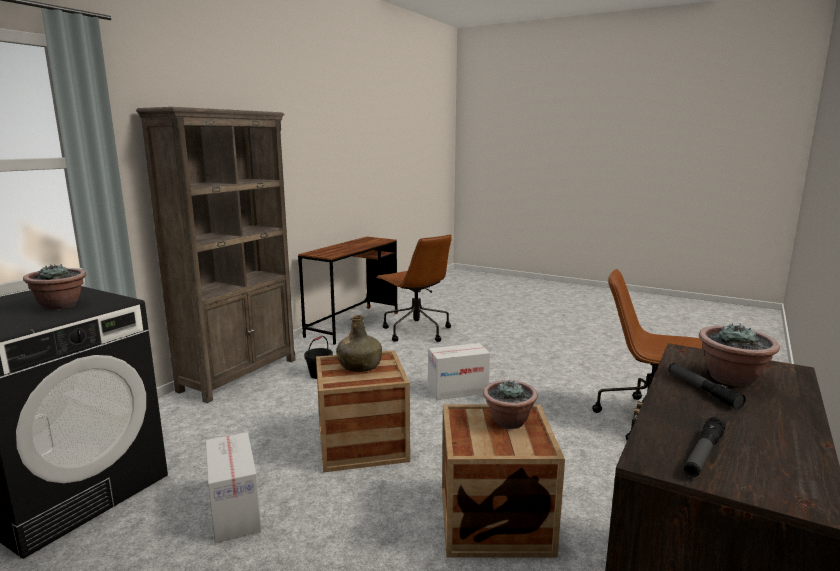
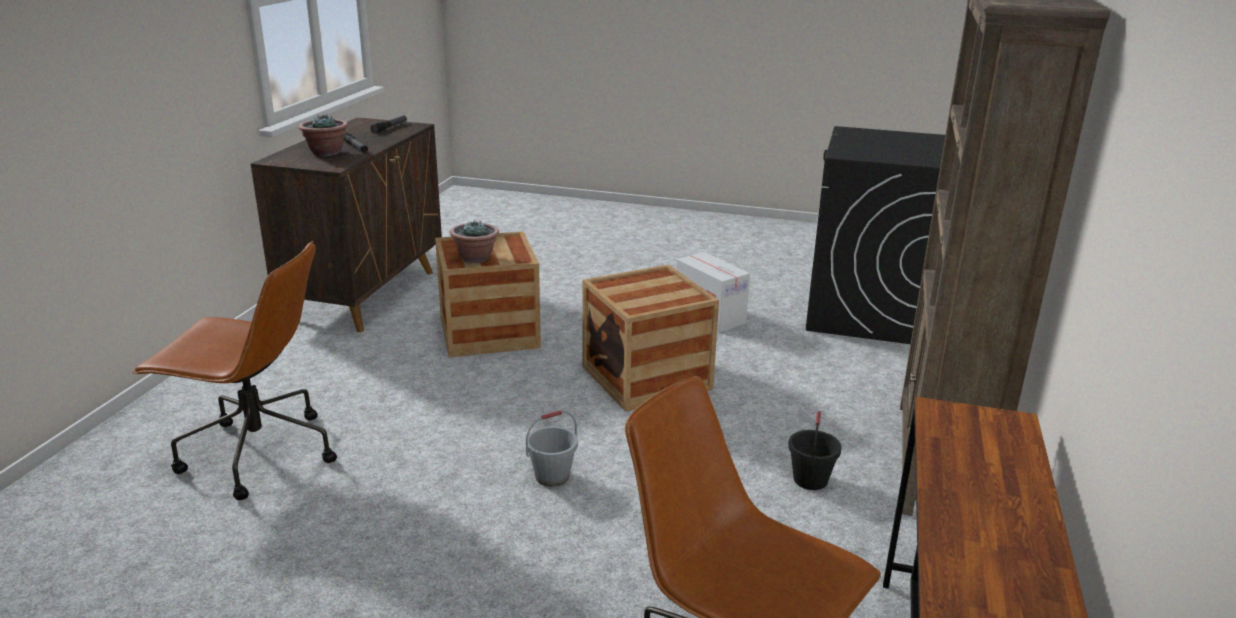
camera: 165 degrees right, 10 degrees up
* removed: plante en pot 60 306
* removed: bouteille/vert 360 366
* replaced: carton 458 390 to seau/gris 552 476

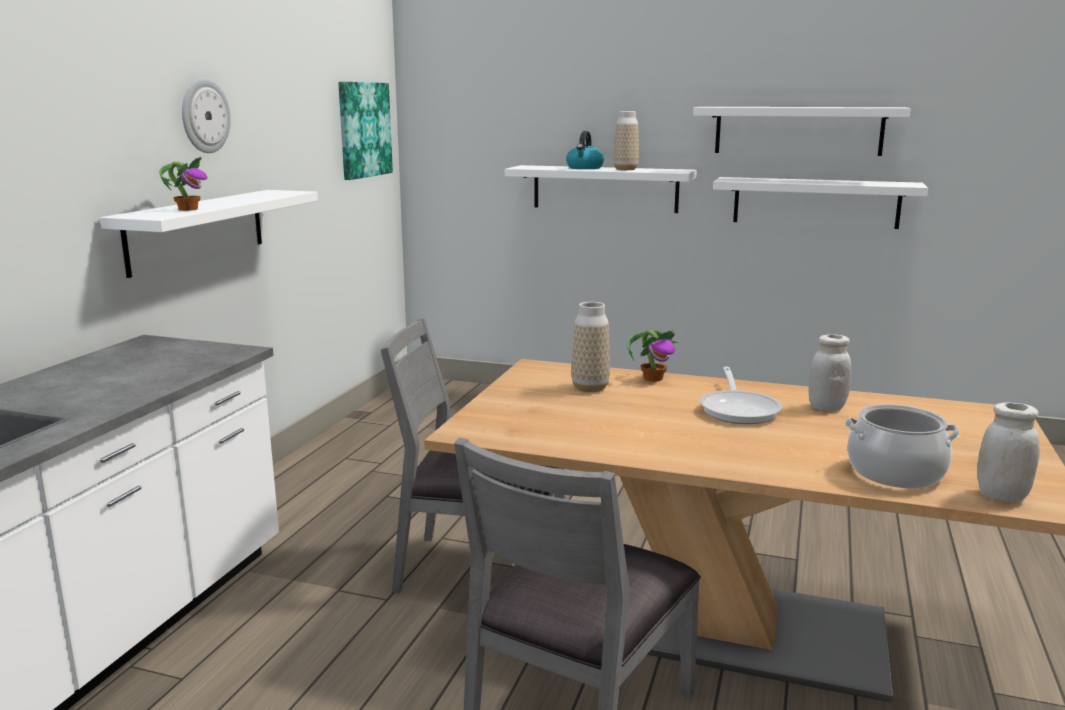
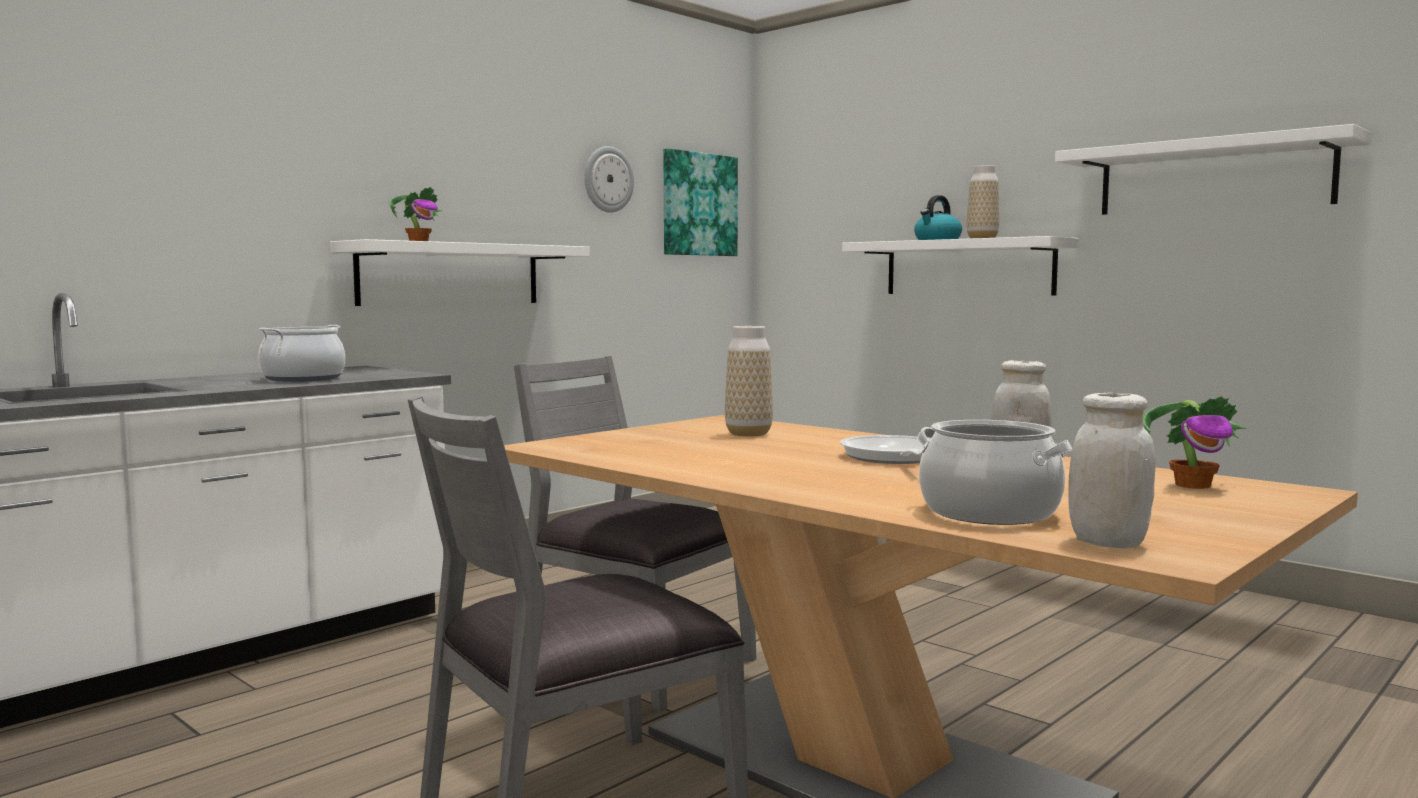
camera: 25 degrees right, 10 degrees down
* removed: étagère/blanc 815 202
* added: marmite 303 378
* moved: horloge murale 204 116 to 608 179
* moved: plante en pot 653 378 to 1193 485
* turned: poêle 739 409 = 894 458 150 degrees clockwise

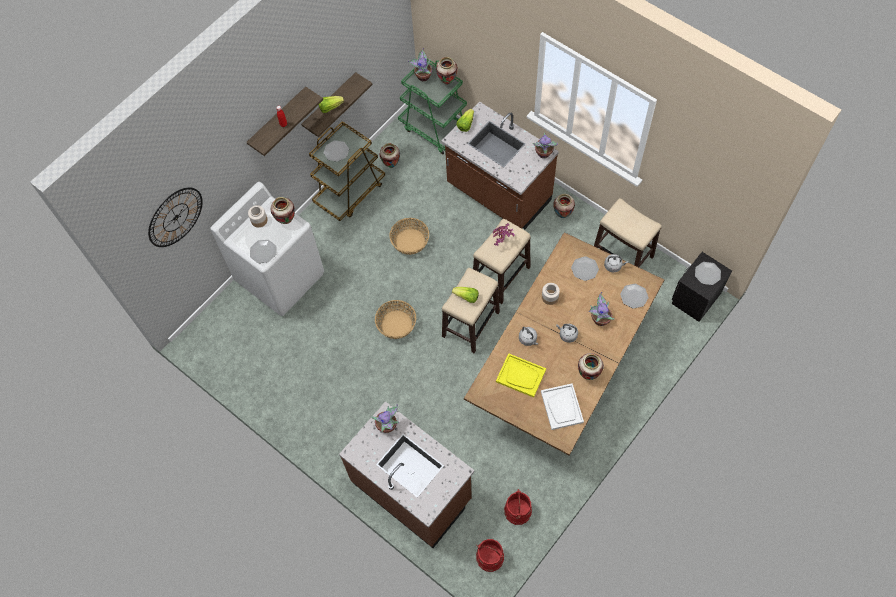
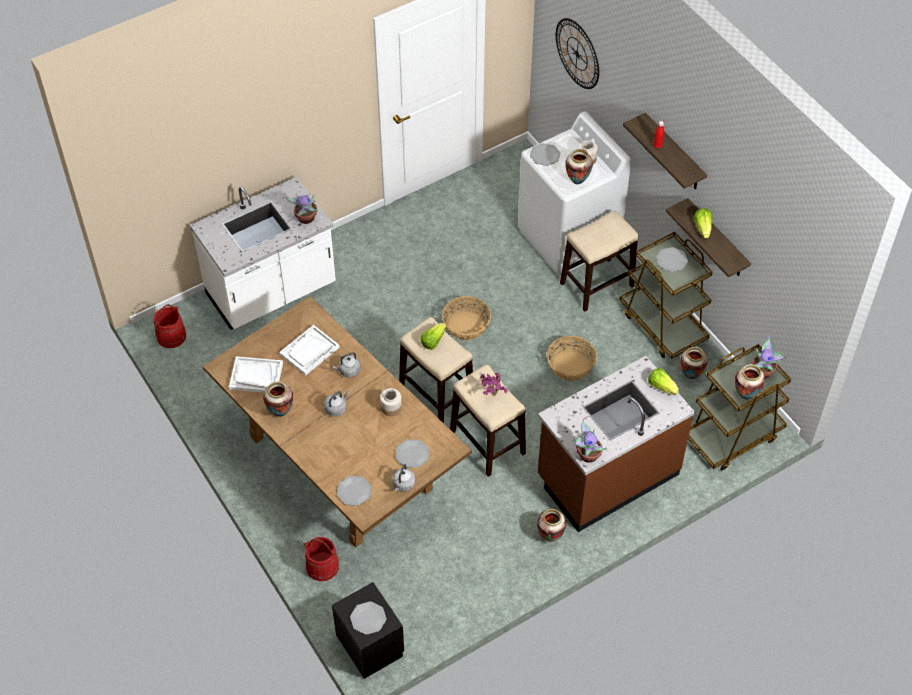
camera: 105 degrees right, 10 degrees down
* removed: plante en pot 599 319
* moved: seau/rouge 517 511 to 322 566
* moved: tabouret 623 256 to 596 285
* recoloured: comptoir de cuisine/marron 412 490 to comptoir de cuisine/blanc 271 292
* recoloured: chariot/vert 435 129 to chariot/marron 732 436
* recoloured: plateau/jaune 521 376 to plateau/blanc 309 351

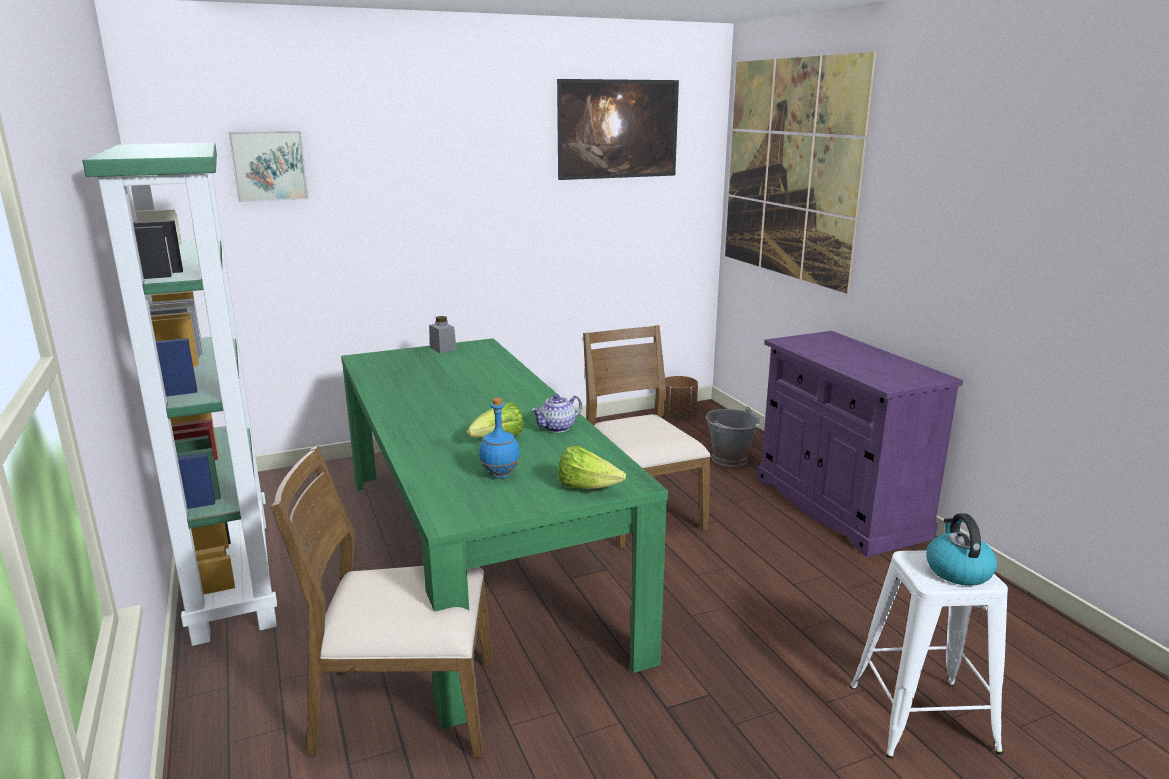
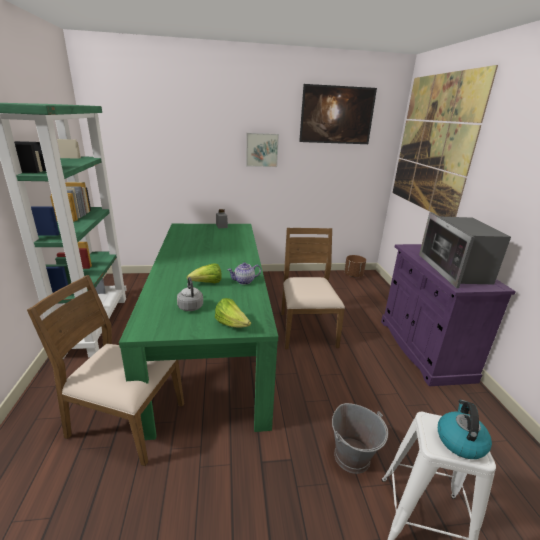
camera: 15 degrees right, 5 degrees up
* added: micro-ondes 455 270
* moved: tableau 269 166 to 262 150
* moved: seau/gris 730 459 to 352 456
* replaced: bouteille/bleu 499 475 to bouilloire/gris 190 306

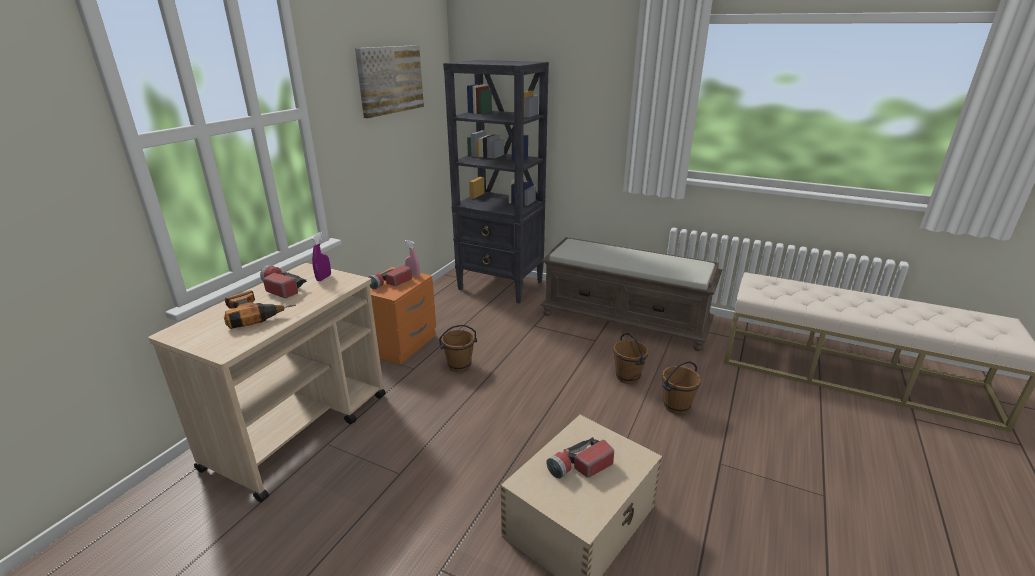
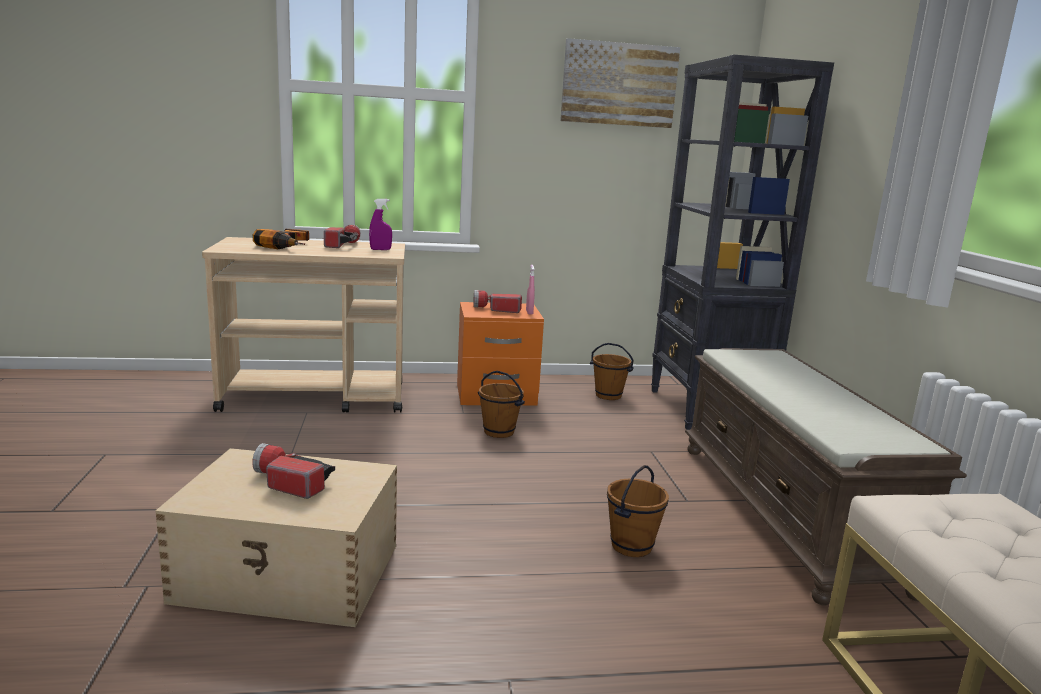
camera: 55 degrees right, 10 degrees down
* moved: seau/marron 676 406 to 608 395

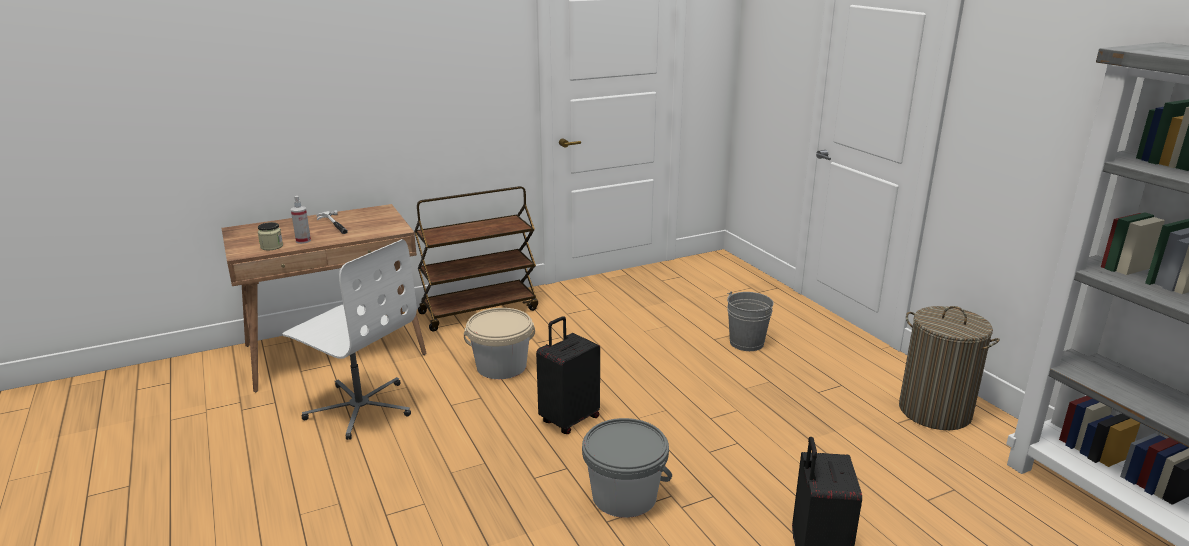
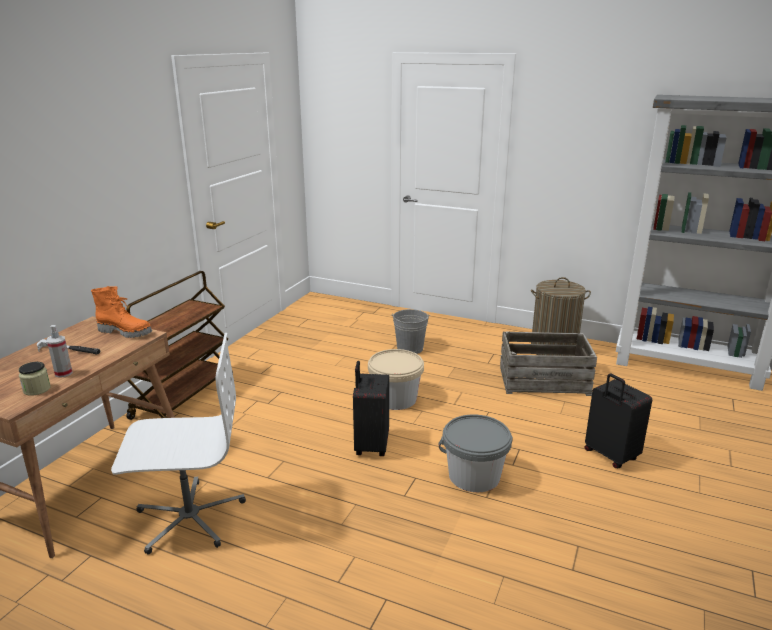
camera: 40 degrees left, 0 degrees up
* added: botte/orange 126 332
* added: caisse 544 380
* moved: seau/beige 501 366 to 395 399

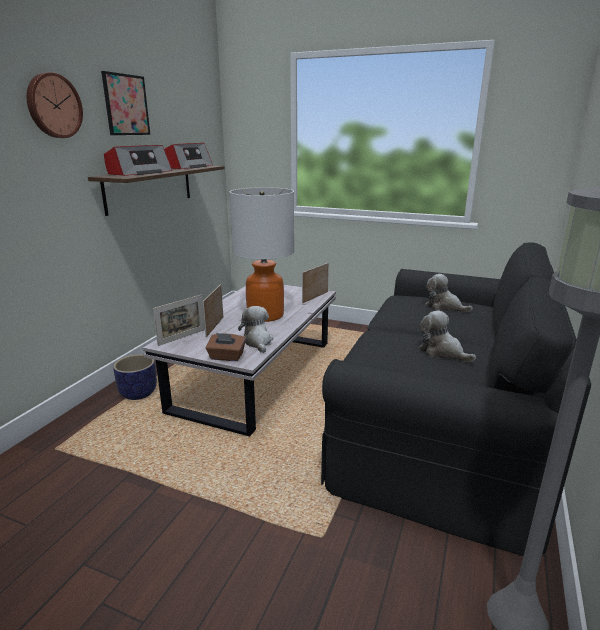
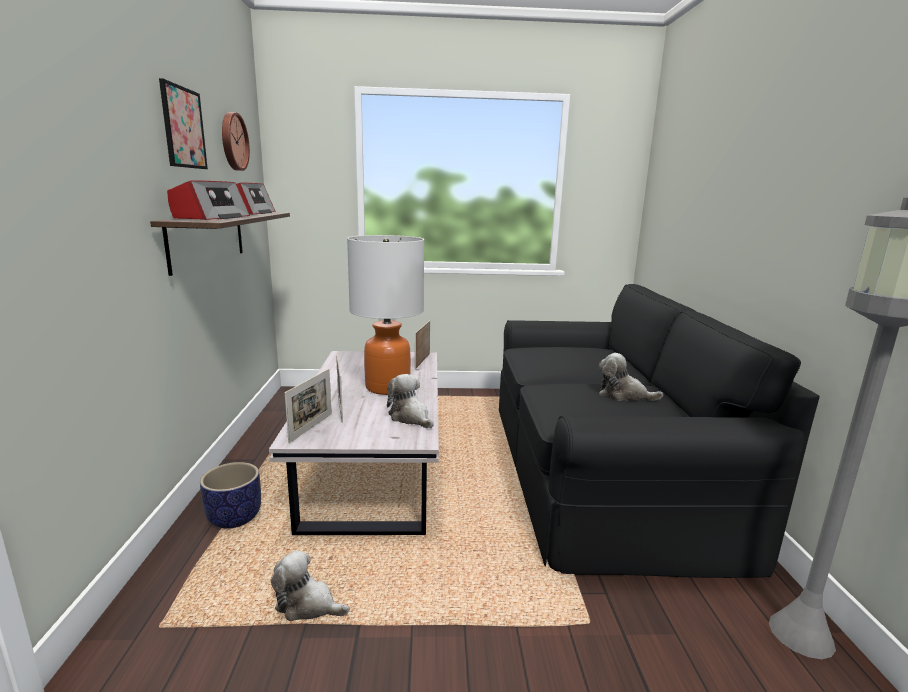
camera: 25 degrees left, 5 degrees down
* removed: boîte à mouchoirs/marron 226 357
* moved: horloge murale 53 106 to 233 141
* moved: peluche 444 307 to 307 605

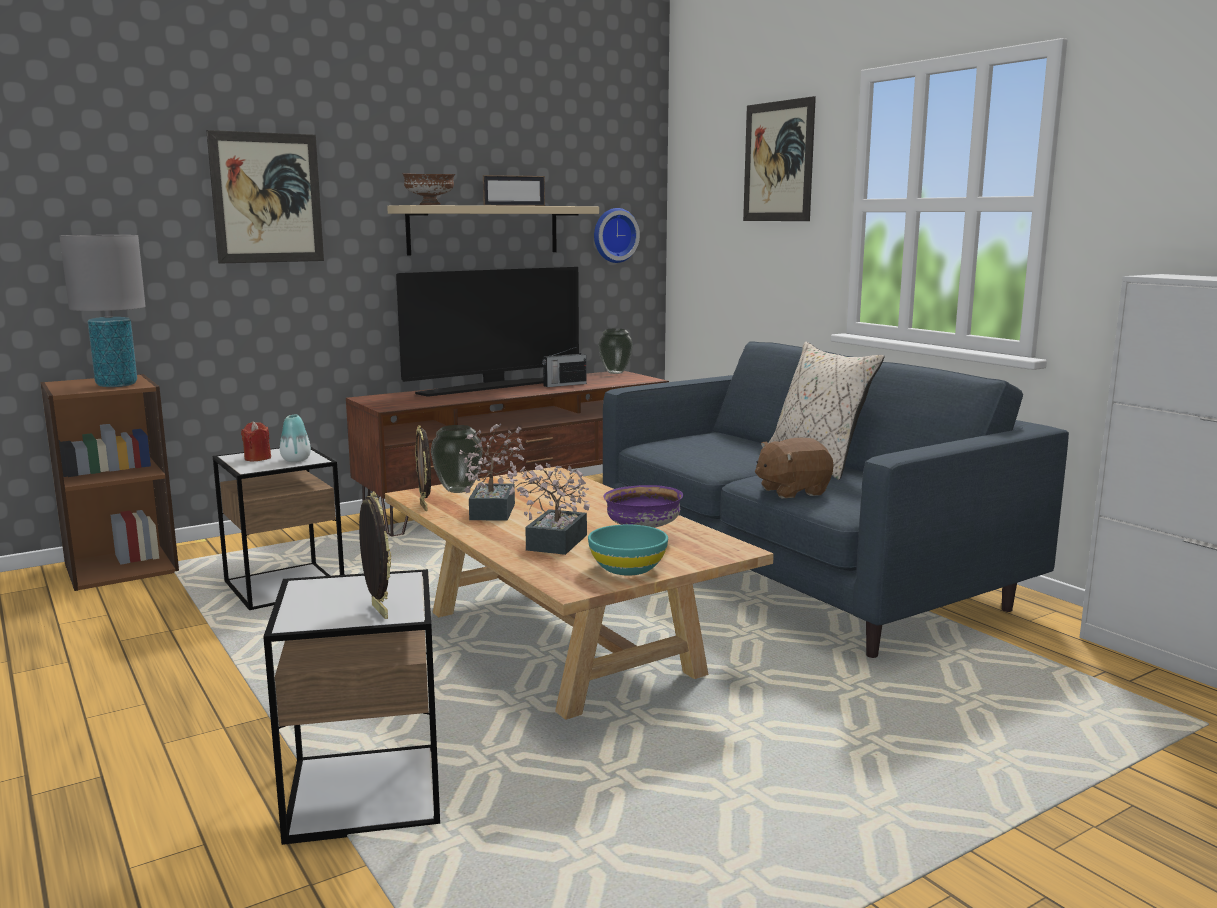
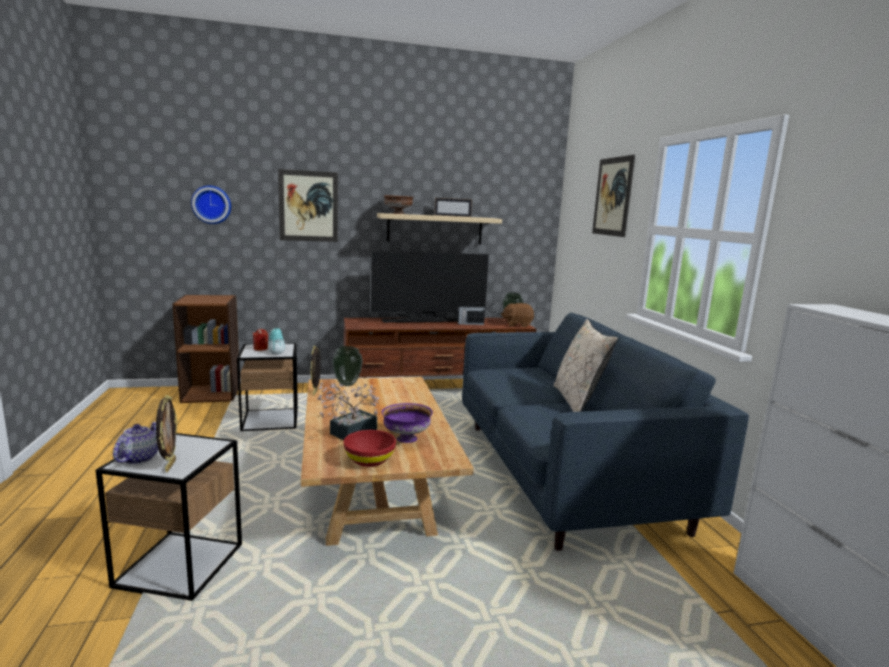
camera: 20 degrees right, 0 degrees up
* removed: lampe de table/gris 116 385
* removed: plante en pot 494 509
* added: théière 138 458
* moved: horloge murale 614 235 to 211 204
* moved: peluche/marron 792 491 to 517 325
* recoloured: bol/turquoise 627 568 to bol/rouge 369 460

